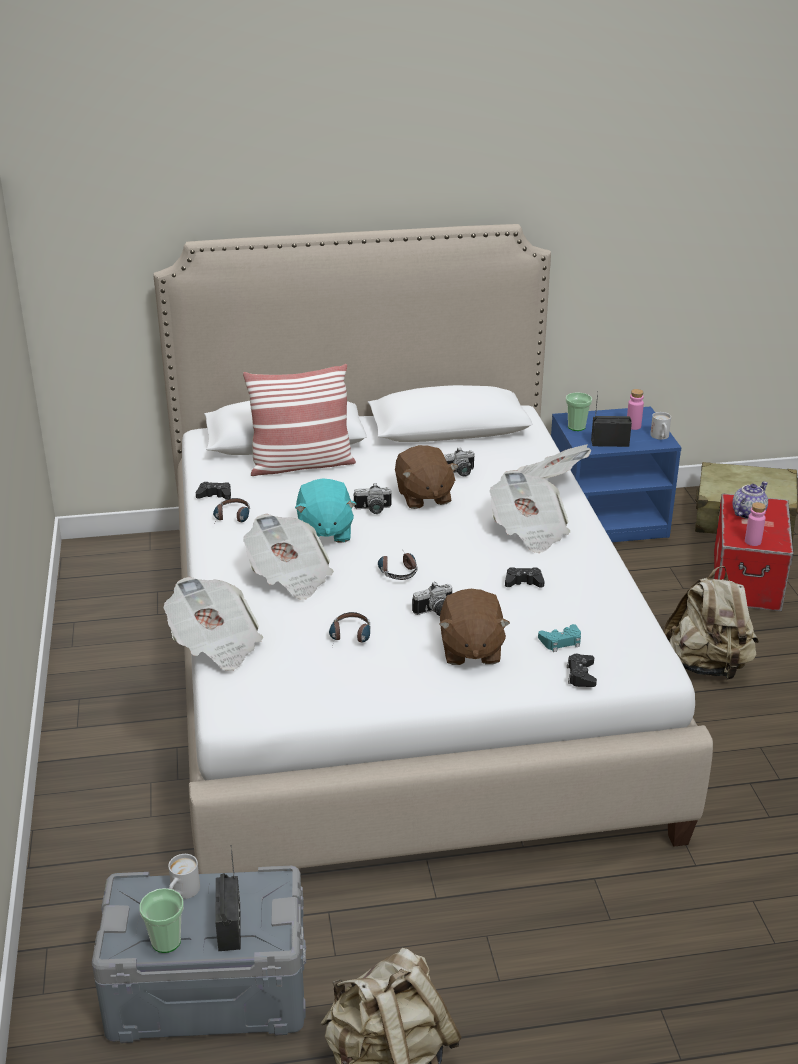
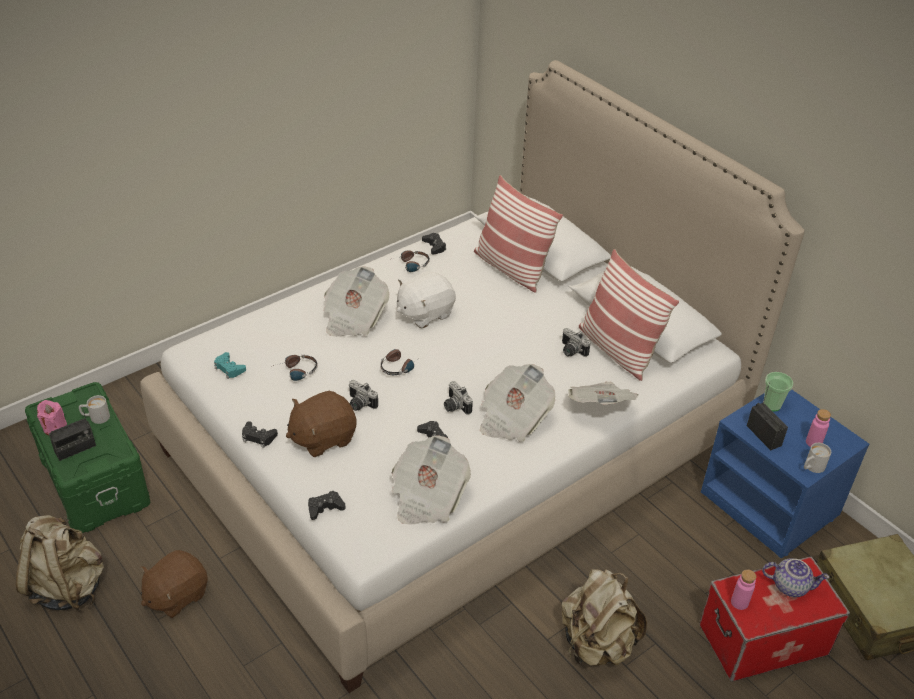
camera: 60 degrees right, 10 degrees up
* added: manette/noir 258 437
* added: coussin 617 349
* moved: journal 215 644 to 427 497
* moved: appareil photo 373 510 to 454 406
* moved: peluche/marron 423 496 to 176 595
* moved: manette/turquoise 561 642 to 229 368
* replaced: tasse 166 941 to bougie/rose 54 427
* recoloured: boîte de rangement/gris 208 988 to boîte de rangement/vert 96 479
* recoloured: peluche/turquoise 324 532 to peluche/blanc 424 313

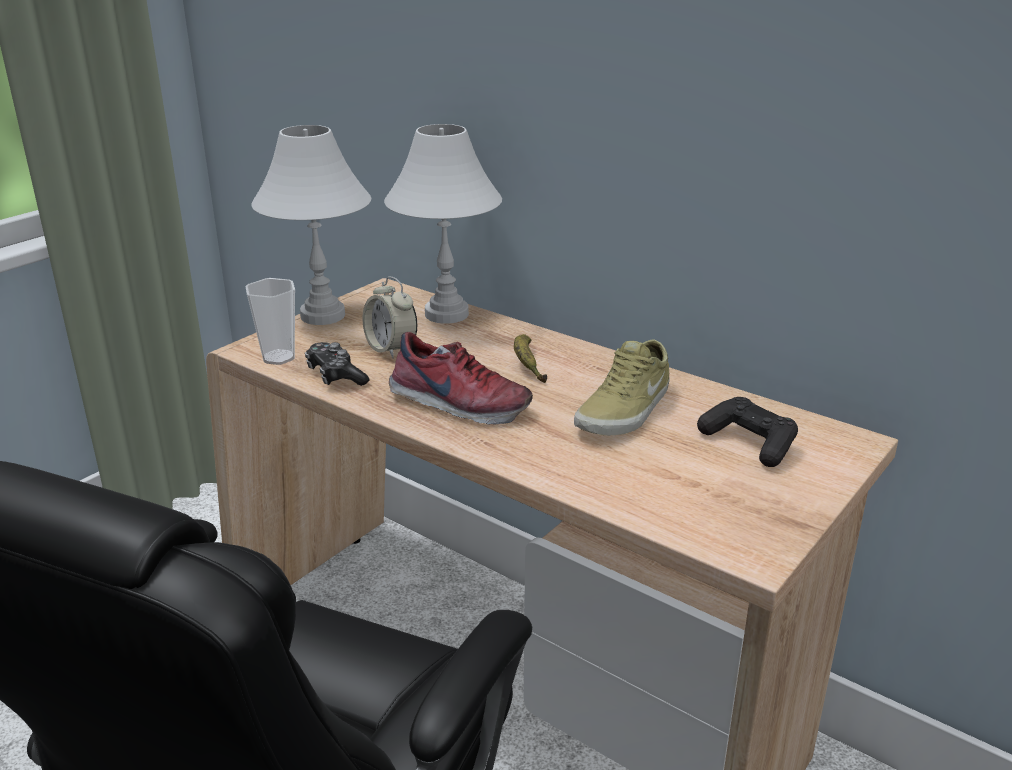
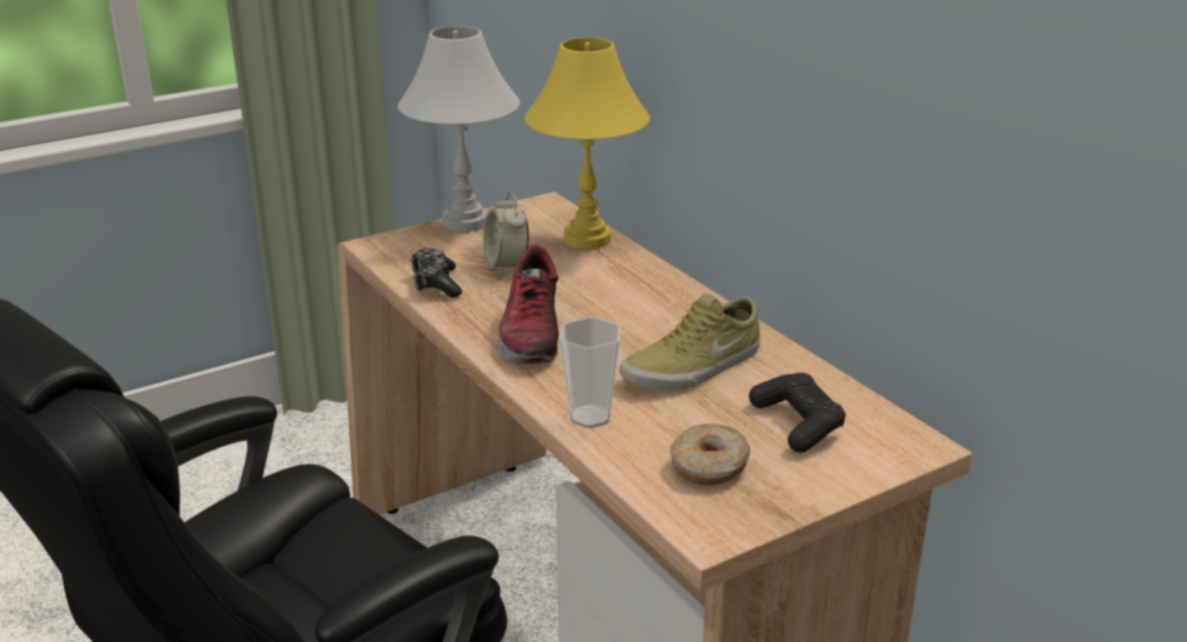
camera: 20 degrees right, 0 degrees up
* removed: banane 527 365
* added: beignet 709 467
* moved: tasse 278 357 to 590 417
* recoloured: lampe de table/blanc 447 314 to lampe de table/jaune 588 239
* turned: chaussure 457 405 = 529 332 45 degrees clockwise

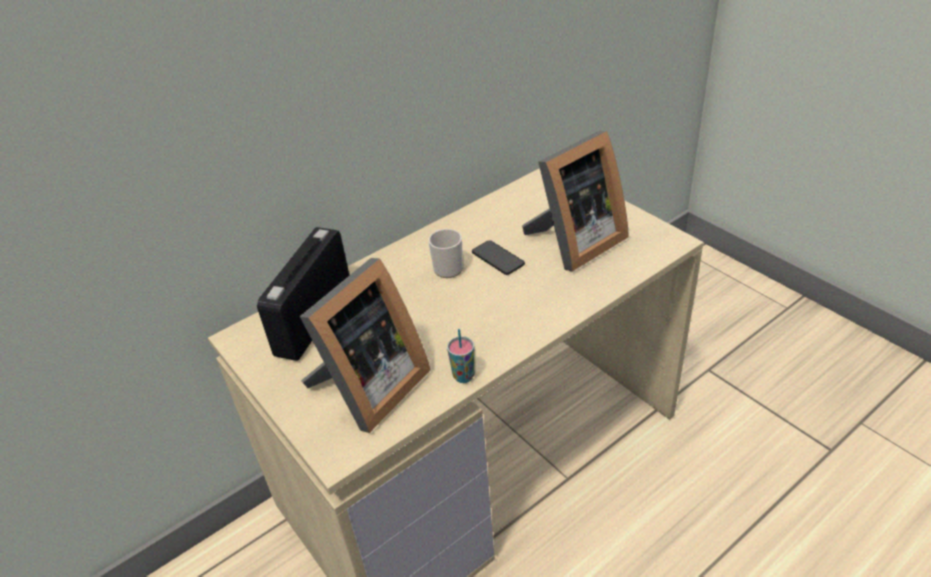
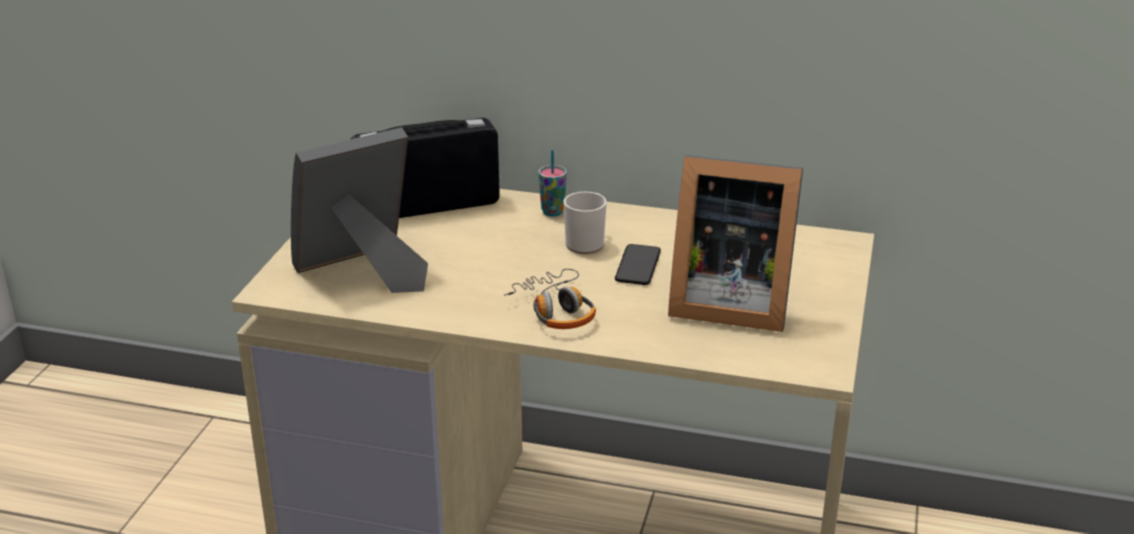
camera: 50 degrees right, 10 degrees down
* added: casque audio 556 310
* moved: tasse 463 376 to 552 212
* turned: cadre photo 368 389 = 364 271 150 degrees clockwise

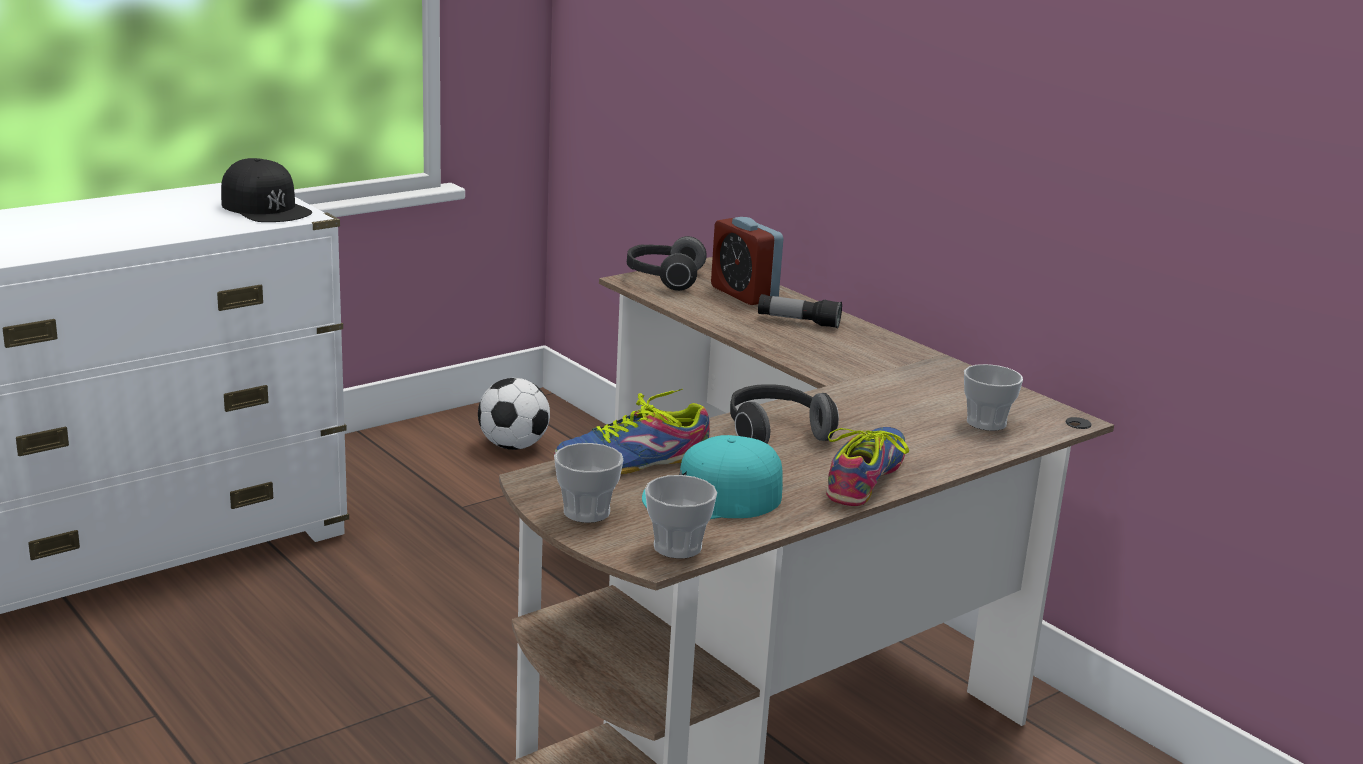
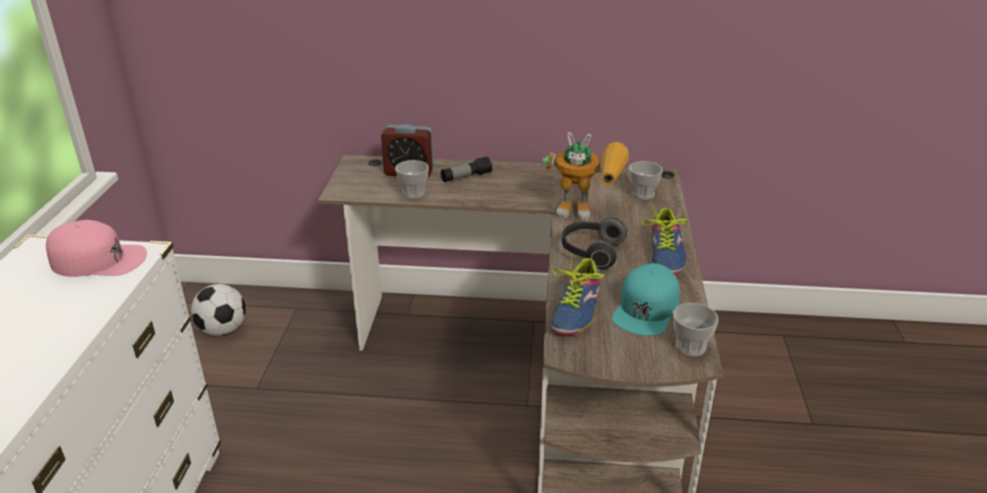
camera: 45 degrees left, 10 degrees up
* removed: casque audio 663 278
* added: robot jouet 588 212
* moved: tasse 586 512 to 413 193
* recoloured: casquette/noir 265 207 to casquette/rose 98 259
* turned: chaussure 864 476 = 666 254 150 degrees counterclockwise

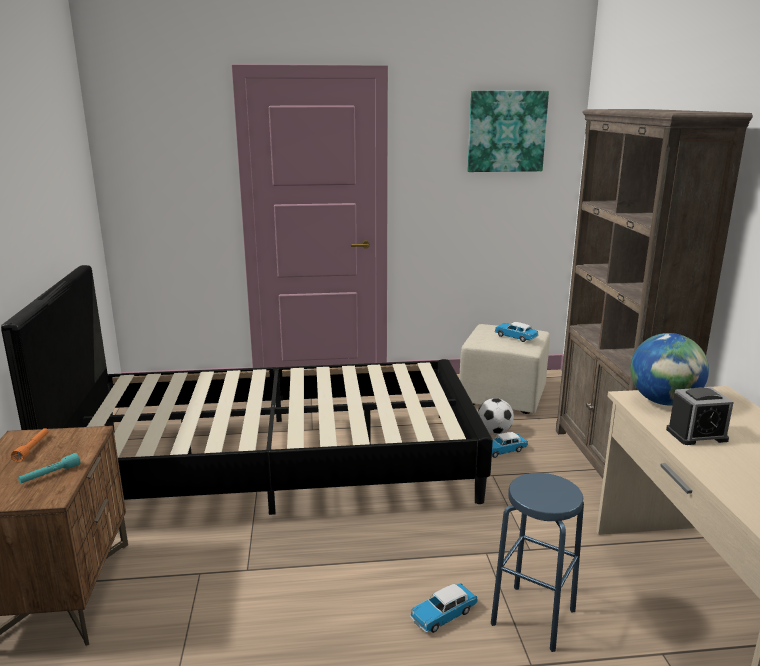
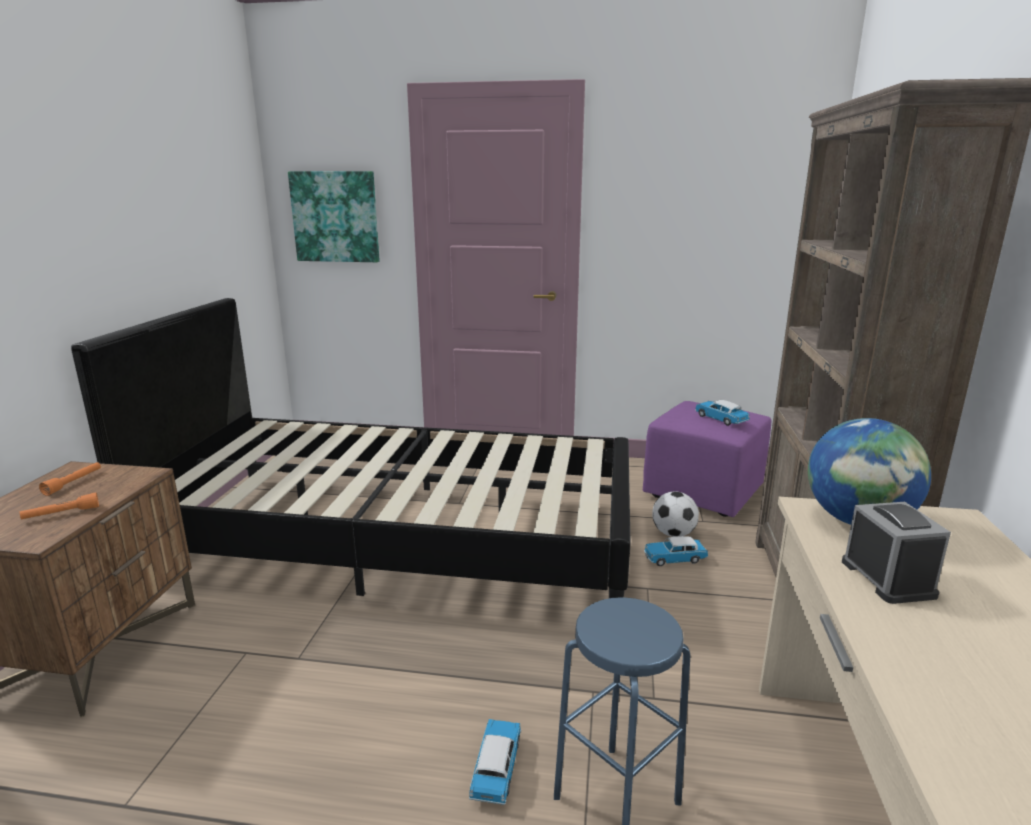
camera: 15 degrees right, 0 degrees up
* moved: tableau 506 131 to 335 217
* recoloured: lampe de poche/turquoise 50 474 to lampe de poche/orange 61 514
* recoloured: pouf/beige 503 397 to pouf/violet 703 493
* turned: petite voiture 443 615 = 496 768 120 degrees clockwise
* turned: réveil 696 435 = 887 578 105 degrees counterclockwise

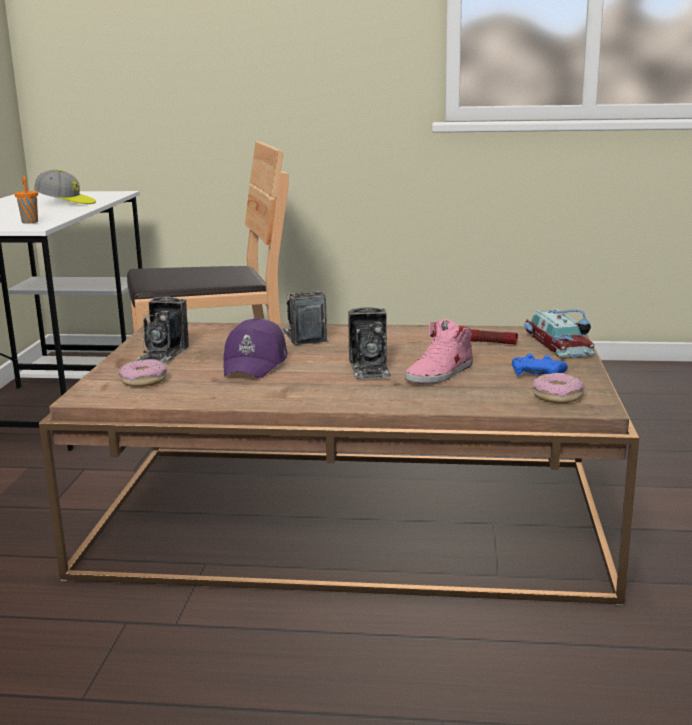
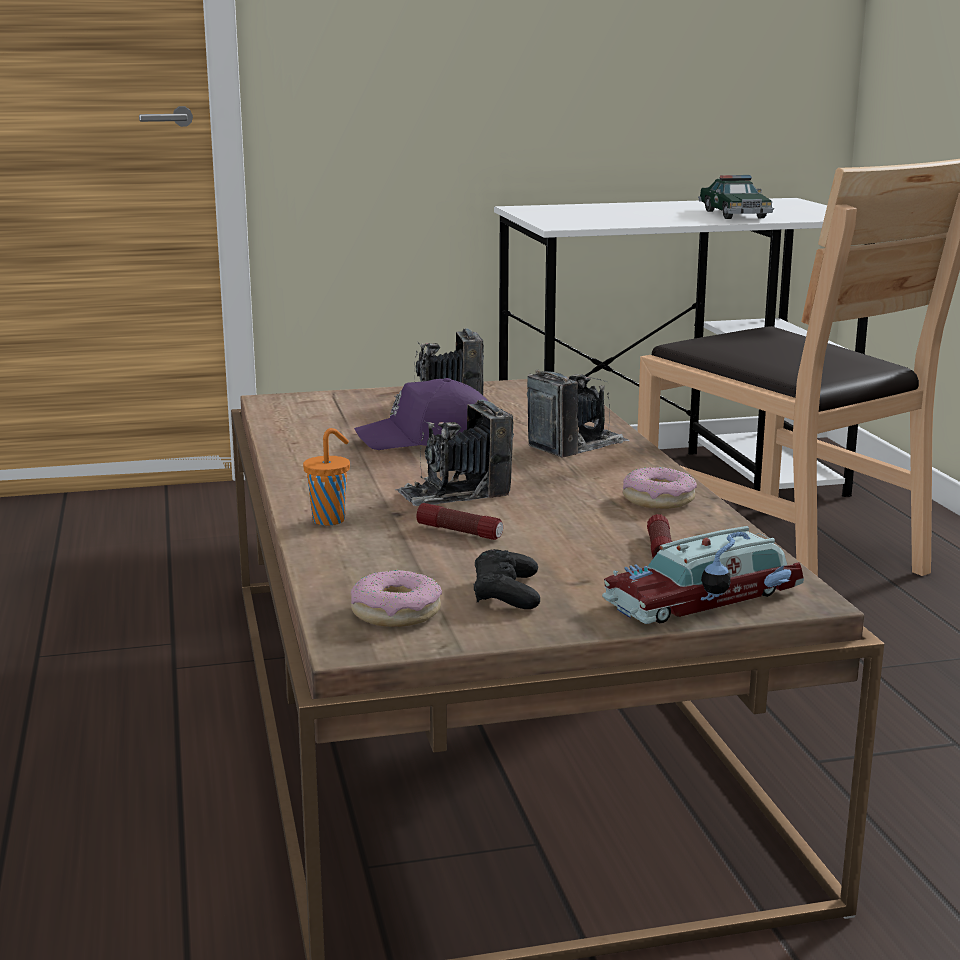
camera: 70 degrees right, 0 degrees up
* moved: tasse/orange 29 222 to 330 520
* moved: beignet 144 380 to 658 499
* replaced: casquette 66 203 to petite voiture 734 214
* replaced: chaussure/rose 440 373 to lampe de poche 460 532
* recoloured: manette/bleu 537 374 to manette/noir 506 592

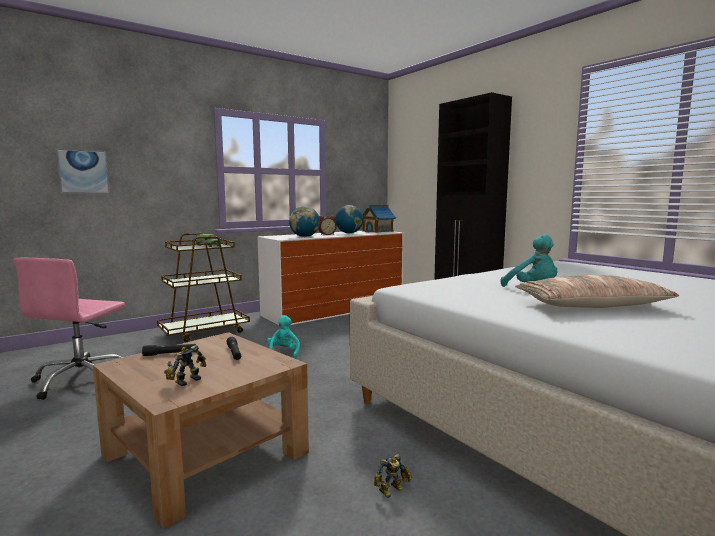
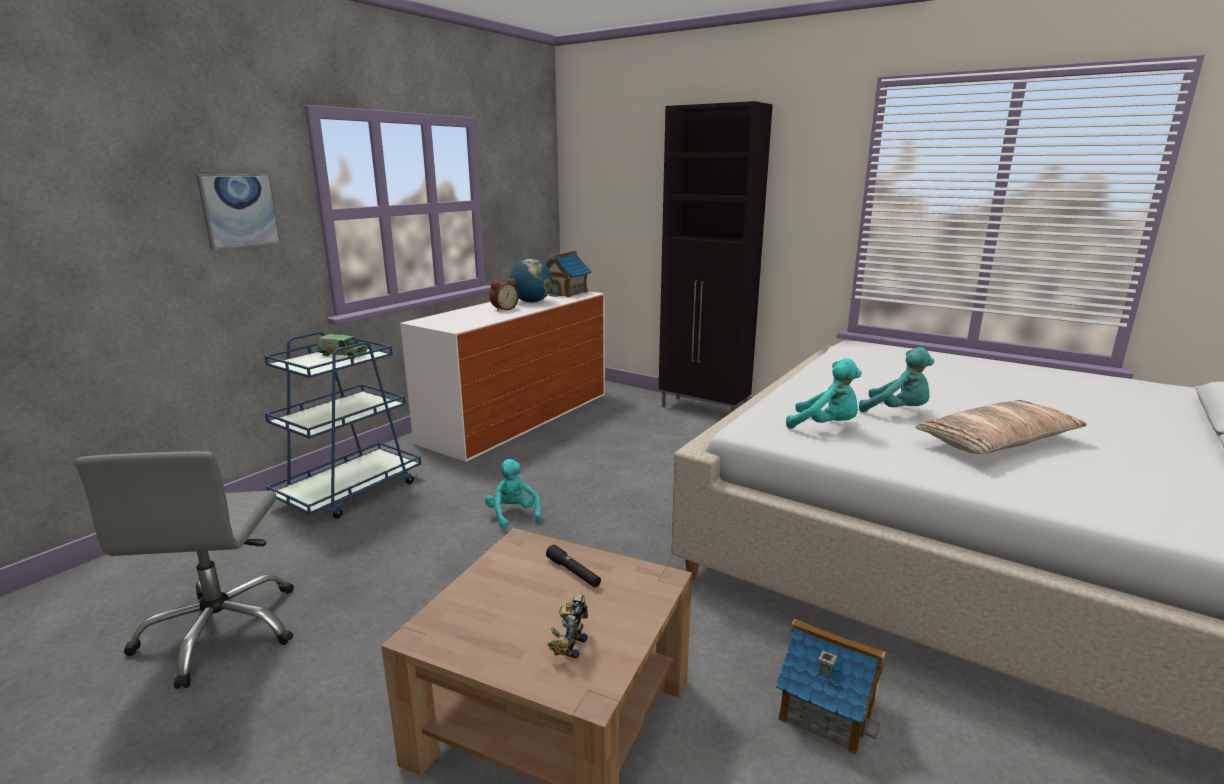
camera: 20 degrees left, 10 degrees up
* removed: lampe de poche/noir 170 354
* removed: globe 305 237
* added: peluche/turquoise 825 426
* moved: tableau 83 172 to 239 210
* replaced: robot jouet 393 490 to maison miniature 826 710
* recoloured: chaise de bureau/rose 81 380 to chaise de bureau/gris 221 631
* recoloured: chariot/marron 205 332 to chariot/bleu 350 491

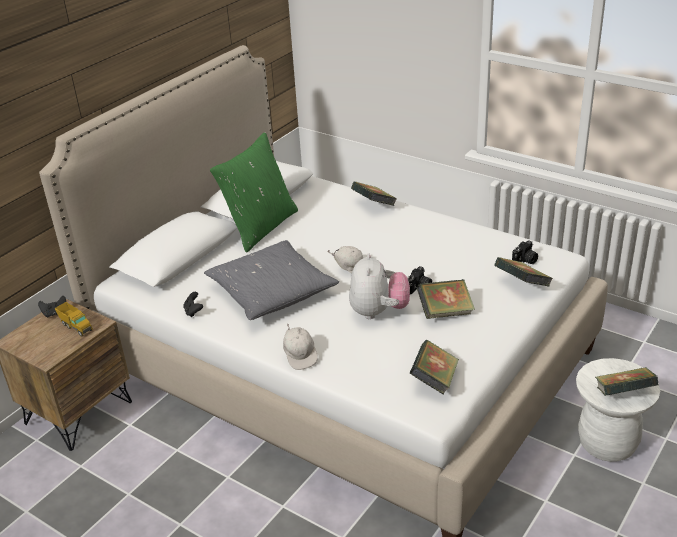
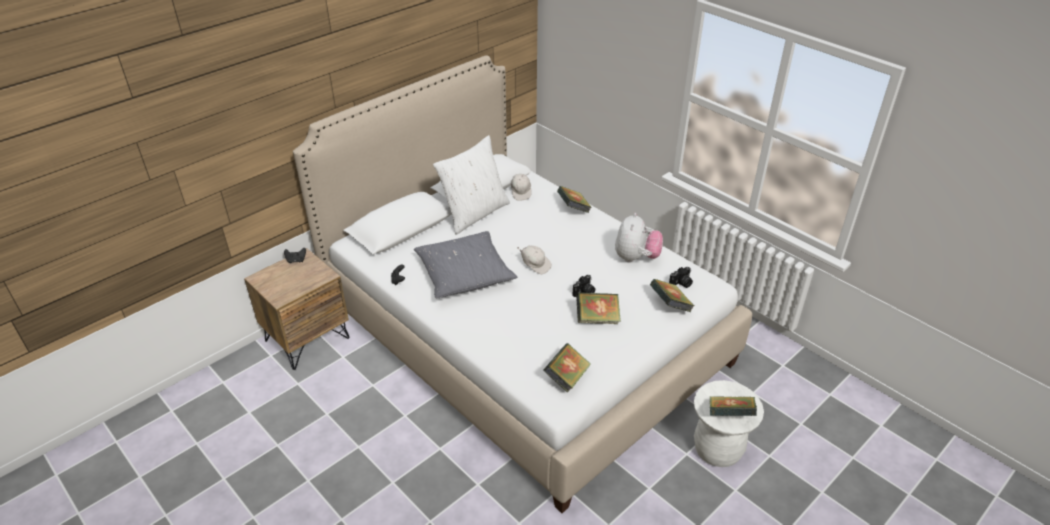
camera: 10 degrees right, 5 degrees up
* removed: camion jouet 76 327
* moved: casquette/blanc 300 355 to 521 192
* moved: peluche 378 312 to 636 258
* recoloured: coussin/vert 260 227 to coussin/blanc 474 213

